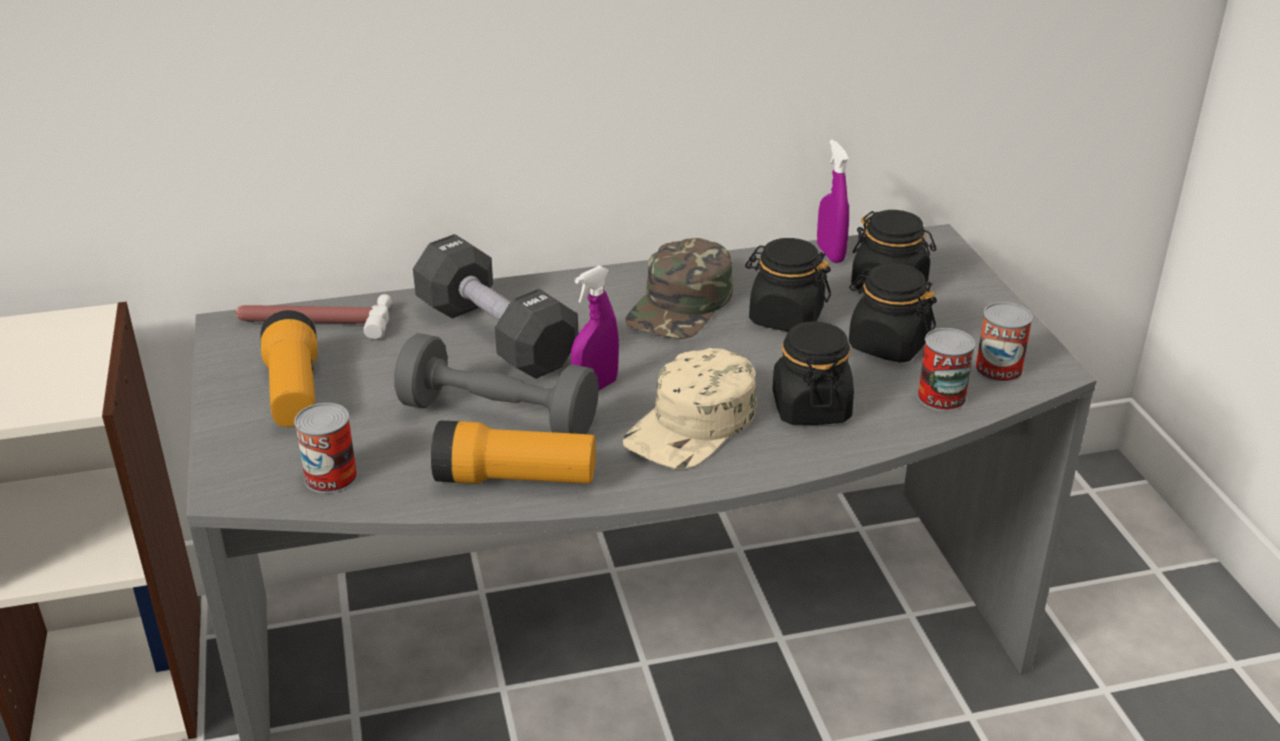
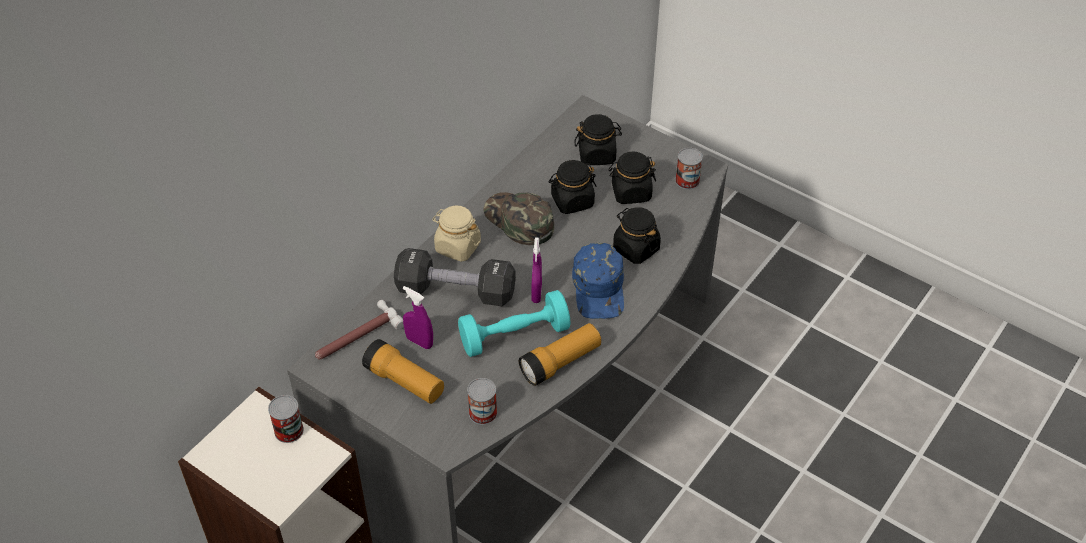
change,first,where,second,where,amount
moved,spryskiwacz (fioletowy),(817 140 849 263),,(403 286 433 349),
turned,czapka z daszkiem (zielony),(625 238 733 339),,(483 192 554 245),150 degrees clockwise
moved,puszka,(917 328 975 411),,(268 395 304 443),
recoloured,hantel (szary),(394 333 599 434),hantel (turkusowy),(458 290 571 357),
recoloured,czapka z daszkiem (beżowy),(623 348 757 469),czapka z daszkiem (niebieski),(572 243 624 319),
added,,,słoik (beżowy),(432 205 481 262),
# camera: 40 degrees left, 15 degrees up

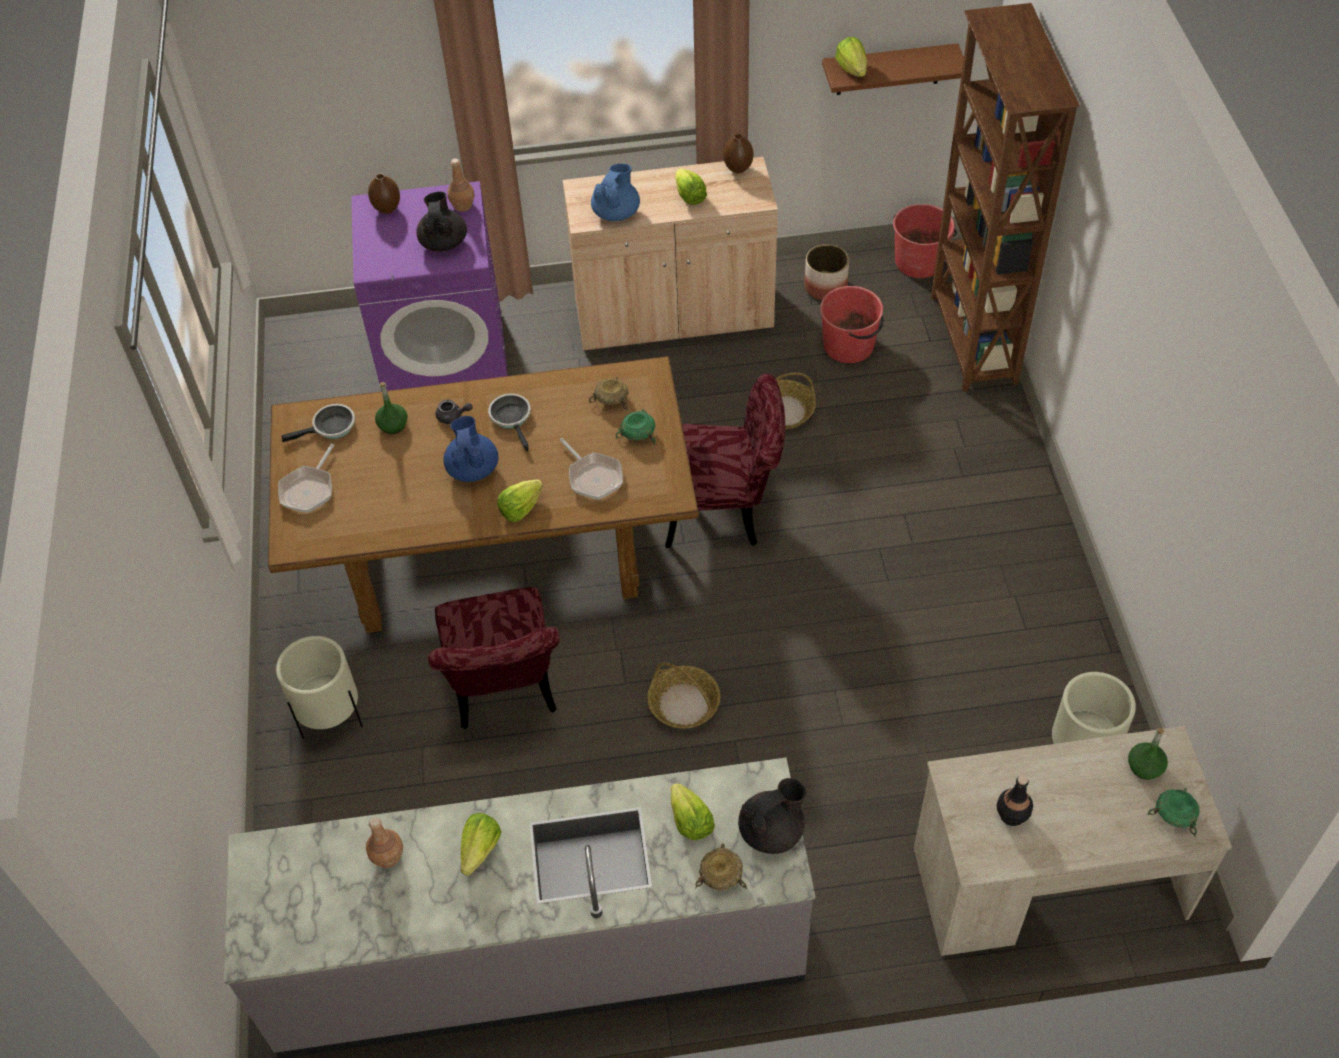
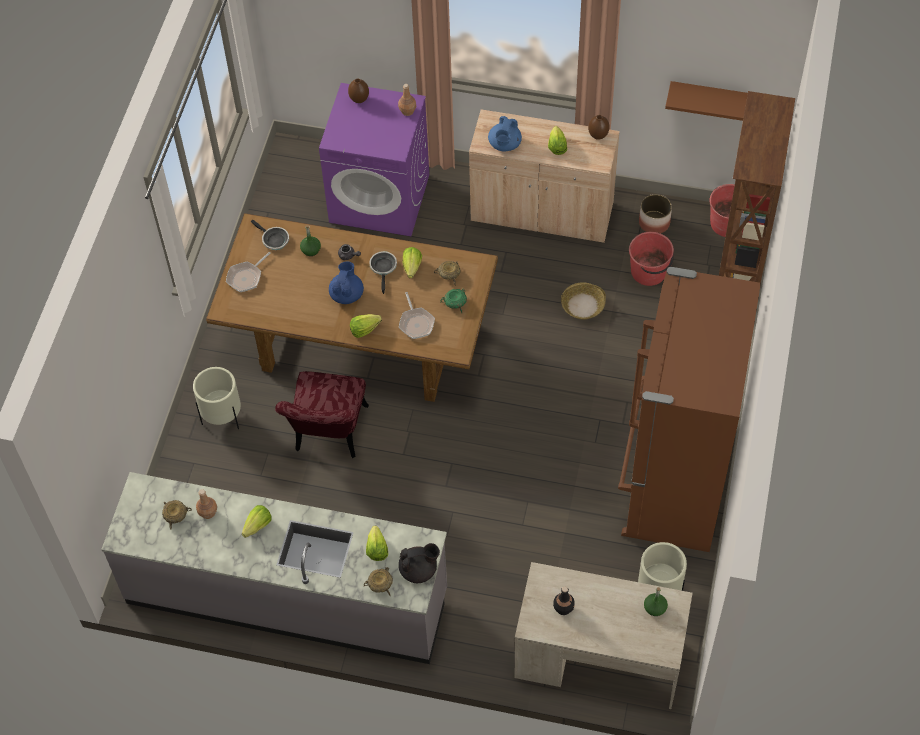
change,first,where,second,where,amount
moved,sałata,(835 37 867 77),,(402 247 422 278),
turned,imbryk (niebieski),(591 163 640 221),,(488 116 522 151),150 degrees clockwise
removed,imbryk (czarny),(416 191 467 252),,,
removed,krzesło (czerwony),(665 373 785 548),,,
turned,patelnia,(282 404 355 442),,(251 219 289 250),45 degrees clockwise
removed,koszyk,(647 662 720 728),,,
removed,miska (zielony),(1147 788 1200 837),,,
added,,,lodówka (brązowy),(618 267 761 552),
added,,,miska (beżowy),(162 500 191 529),
# camera: 20 degrees right, 5 degrees up

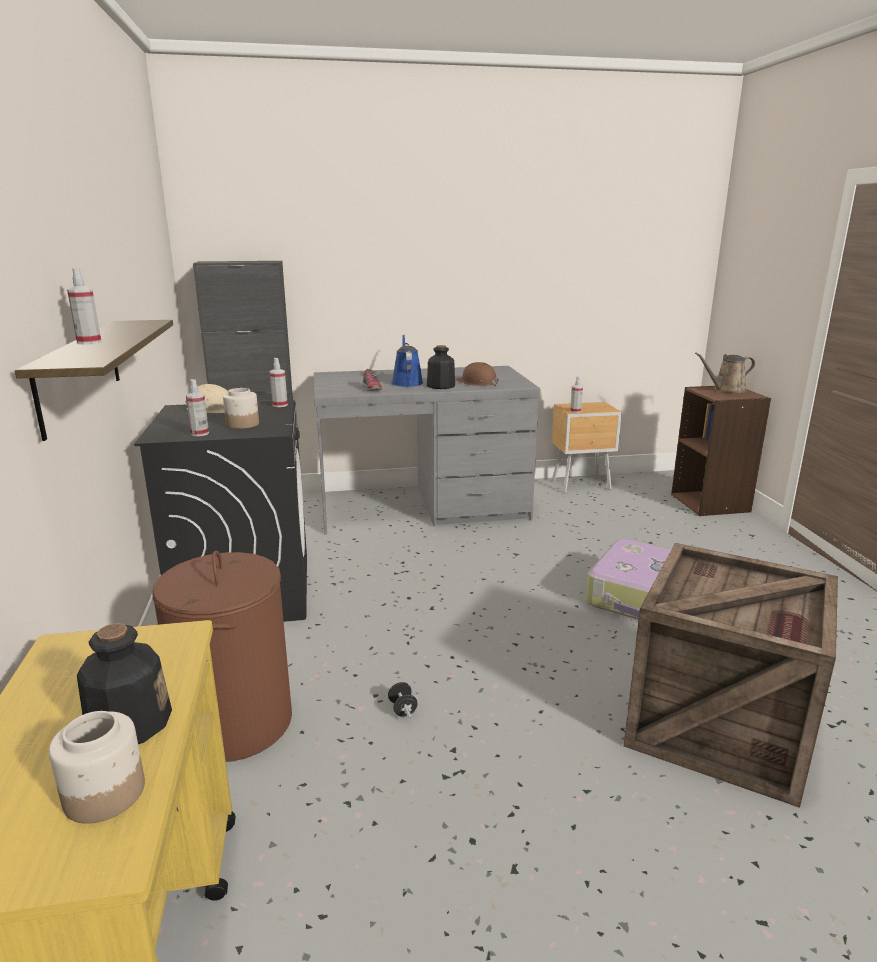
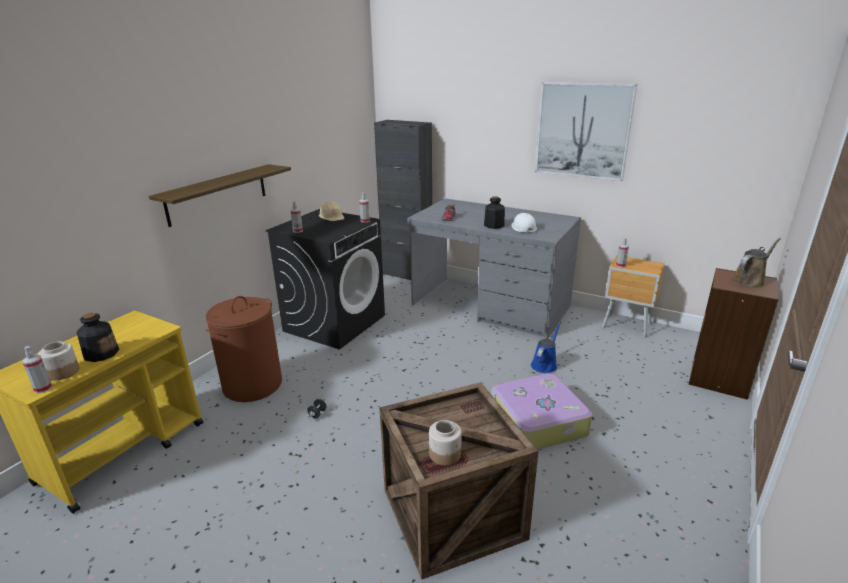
change,first,where,second,where,amount
moved,spryskiwacz,(67 268 101 344),,(22 346 52 393),
moved,konewka (niebieski),(391 335 423 387),,(531 322 561 373),
turned,konewka (brązowy),(695 353 755 393),,(731 238 781 287),120 degrees clockwise
recoloured,kask (brązowy),(456 362 499 386),kask (biały),(512 213 537 234),
moved,słoik,(223 388 259 429),,(429 420 462 466),
added,,,obraz,(535 82 637 181),
# camera: 40 degrees right, 5 degrees up

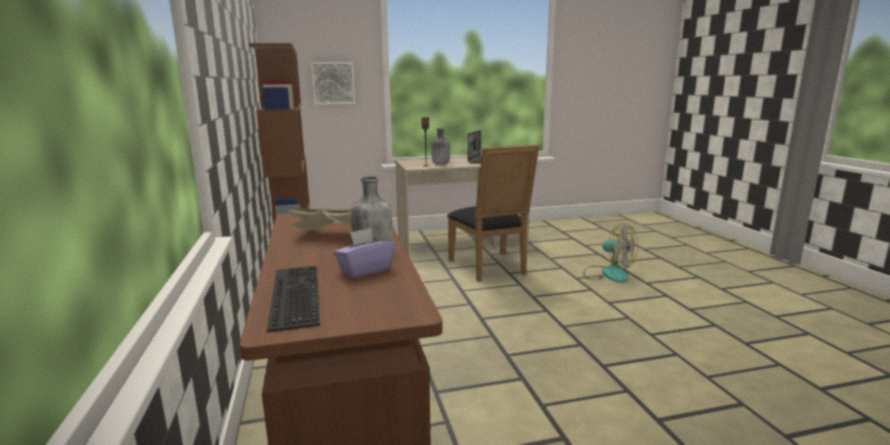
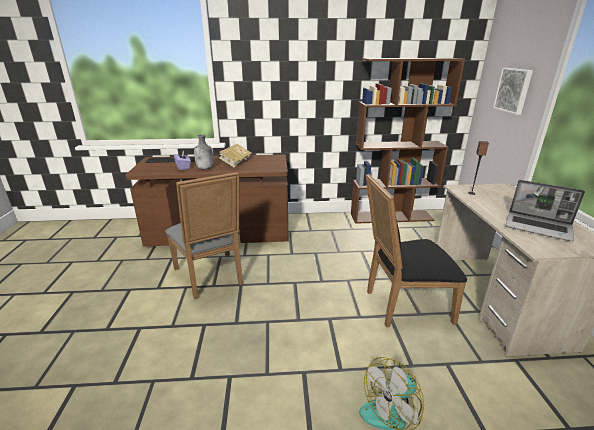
change,first,where,second,where,amount
removed,butelka (szary),(431 128 450 165),,,
added,,,krzesło (szary),(165 172 243 300),
# camera: 100 degrees right, 10 degrees up

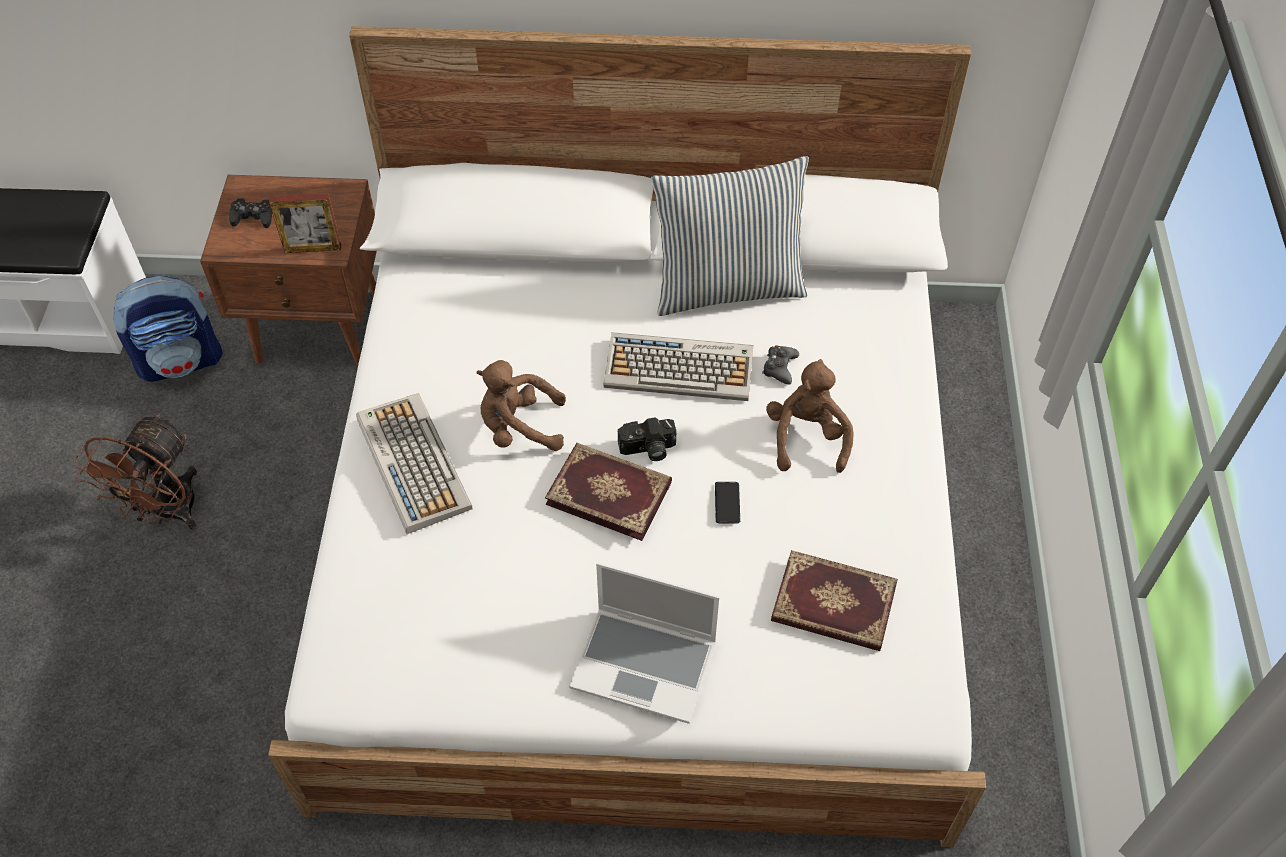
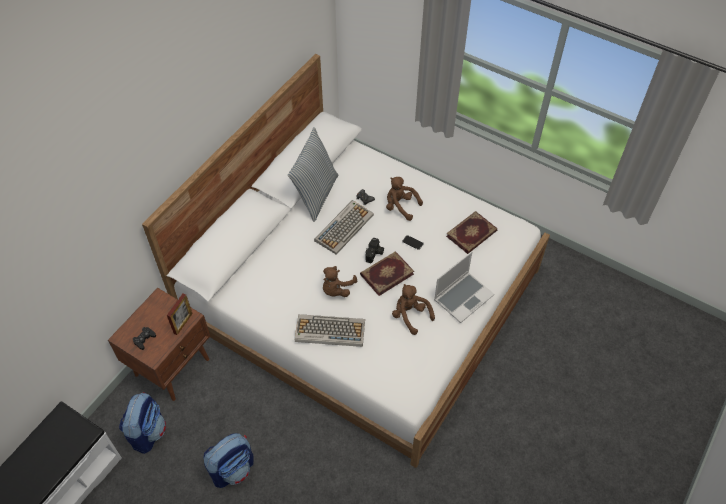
change,first,where,second,where,amount
replaced,wentylator (brązowy),(73 413 197 530),plecak,(203 433 254 488),
added,,,pluszak (brązowy),(392 284 435 335),
# camera: 60 degrees left, 0 degrees up

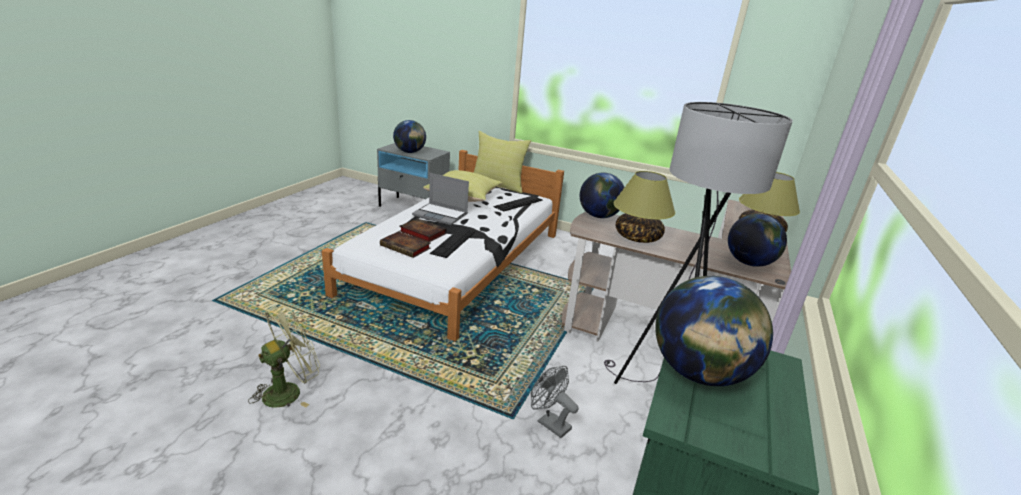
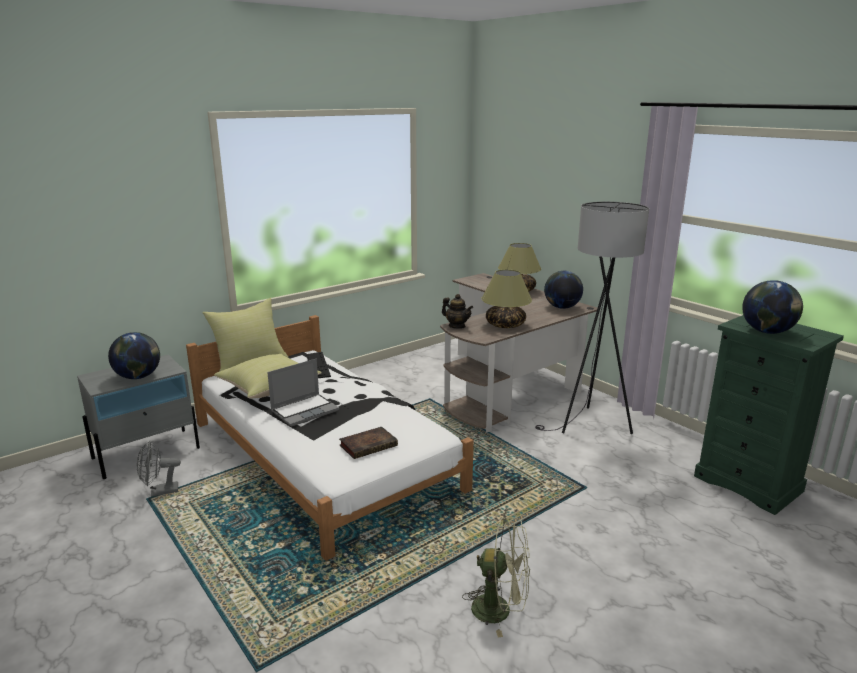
change,first,where,second,where,amount
replaced,globus,(580 173 625 218),imbryk,(442 294 473 329),
removed,książka,(400 219 447 242),,,
removed,klawiatura,(430 229 475 258),,,
turned,wentylator (zielony),(248 306 320 407),,(462 517 530 638),120 degrees clockwise
moved,wentylator (szary),(531 366 579 438),,(137 441 181 497),
# camera: 60 degrees left, 5 degrees down

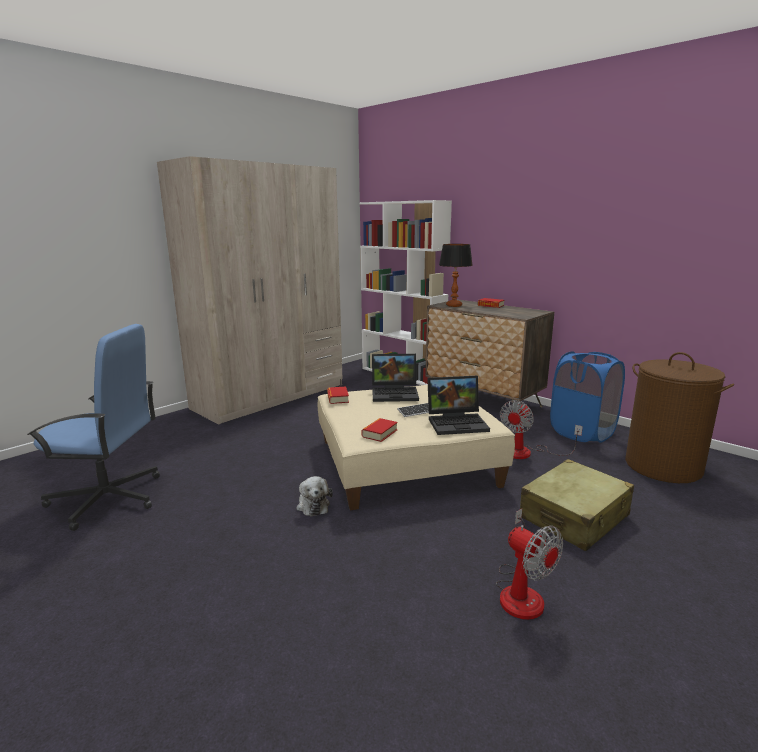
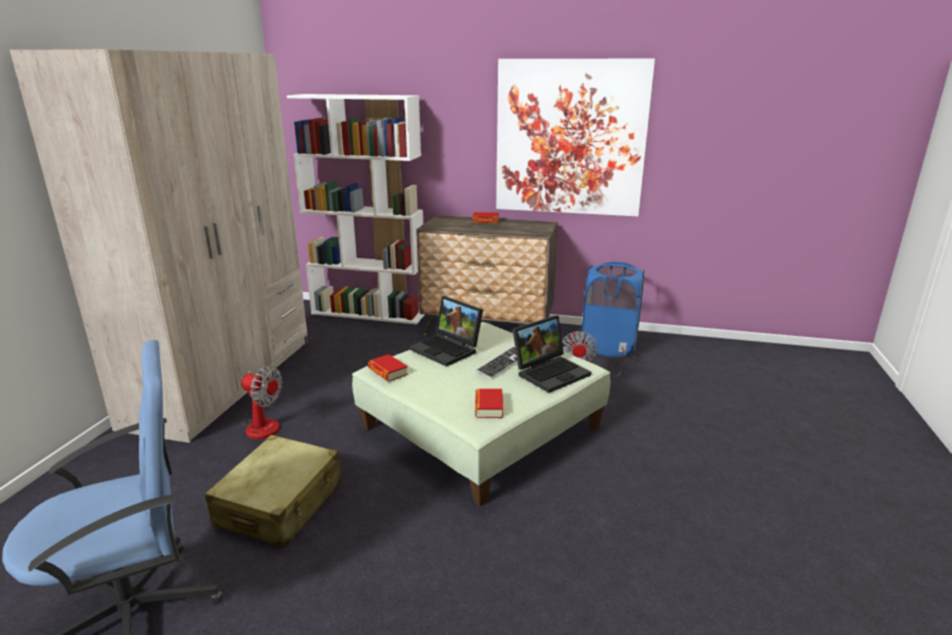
change,first,where,second,where,amount
removed,lampa stołowa,(439 244 473 307),,,
removed,kosz na pranie (brązowy),(625 352 734 483),,,
turned,laptop,(372 354 419 402),,(409 296 483 367),75 degrees clockwise
recoloured,pufa (beżowy),(317 385 515 510),pufa (zielony),(352 322 611 507),
moved,walizka (beżowy),(519 459 634 551),,(205 435 342 548),
removed,pluszak,(296 476 333 516),,,
moved,wentylator,(496 509 563 620),,(241 365 283 439),
added,,,obraz,(496 59 655 216),
# camera: 30 degrees left, 5 degrees up

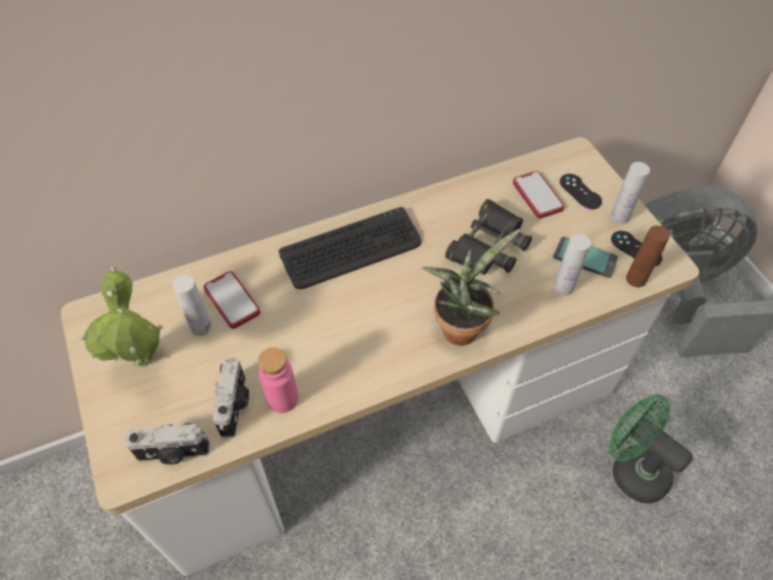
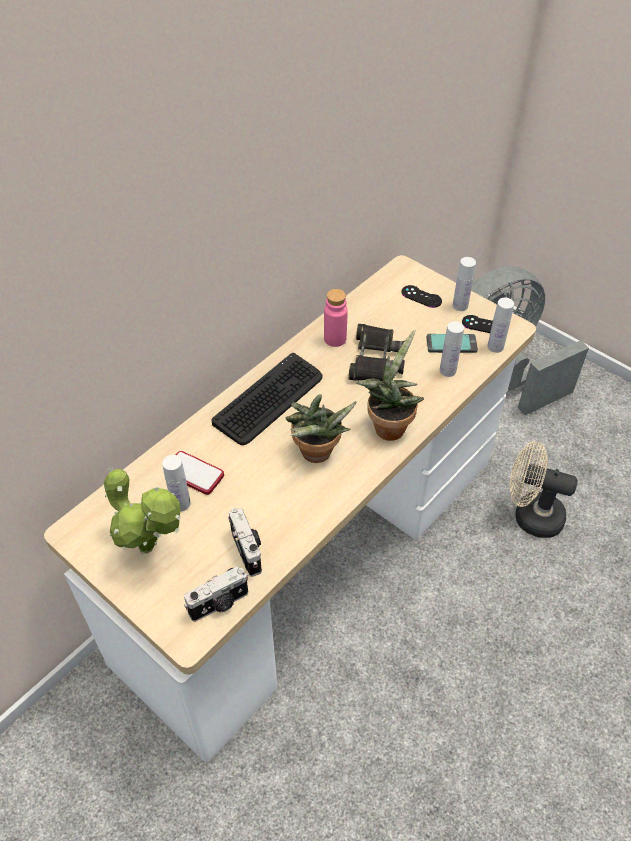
change,first,where,second,where,amount
removed,telefon,(513 171 564 218),,,
recoloured,butelka (brązowy),(626 225 670 287),butelka (biały),(487 298 514 353),
moved,butelka (różowy),(258 347 298 413),,(324 289 348 347),
recoloured,wentylator (zielony),(609 395 693 504),wentylator (beżowy),(510 441 578 538),
added,,,roślina doniczkowa,(285 394 357 463),
# camera: 25 degrees left, 5 degrees down

